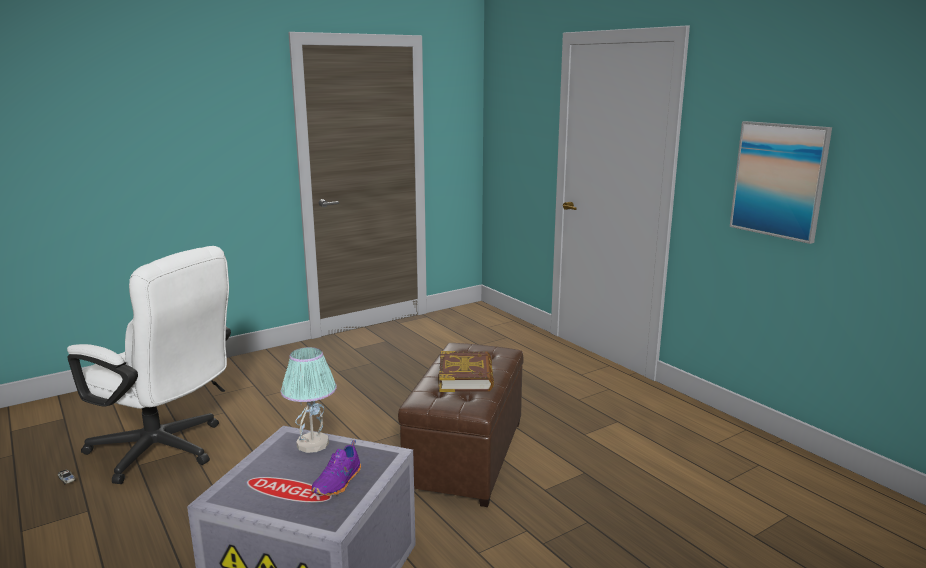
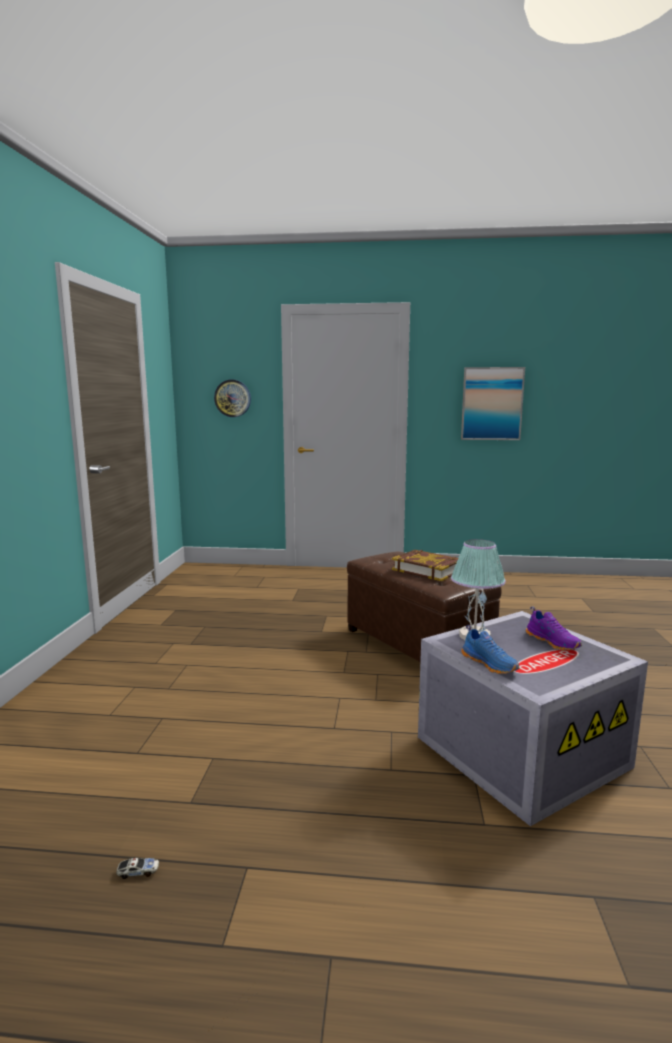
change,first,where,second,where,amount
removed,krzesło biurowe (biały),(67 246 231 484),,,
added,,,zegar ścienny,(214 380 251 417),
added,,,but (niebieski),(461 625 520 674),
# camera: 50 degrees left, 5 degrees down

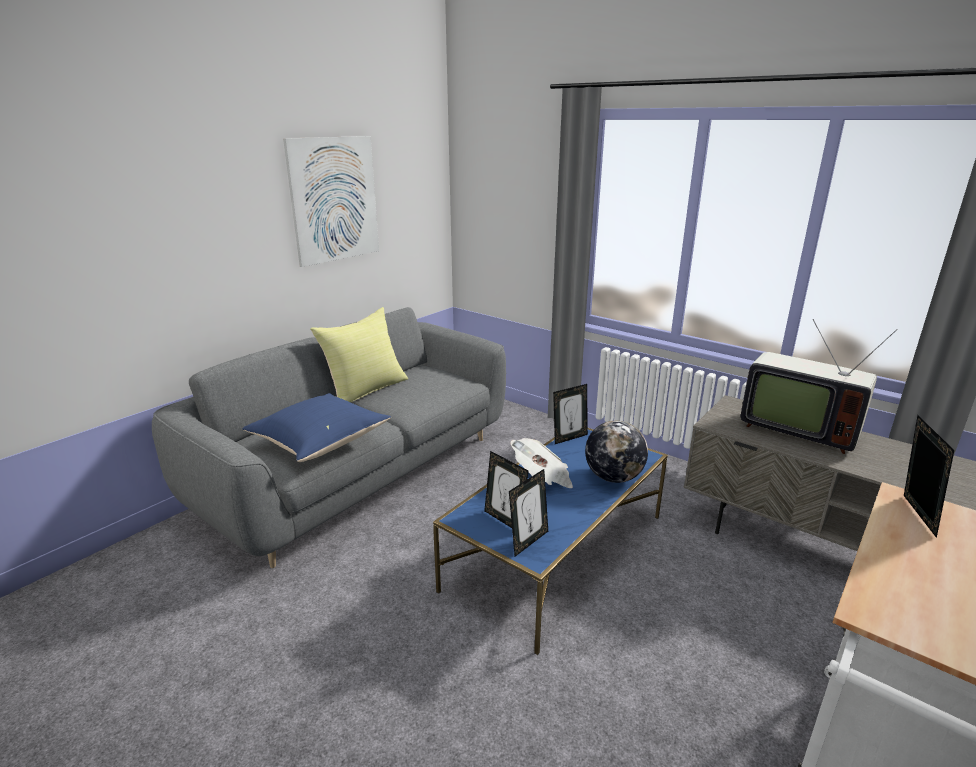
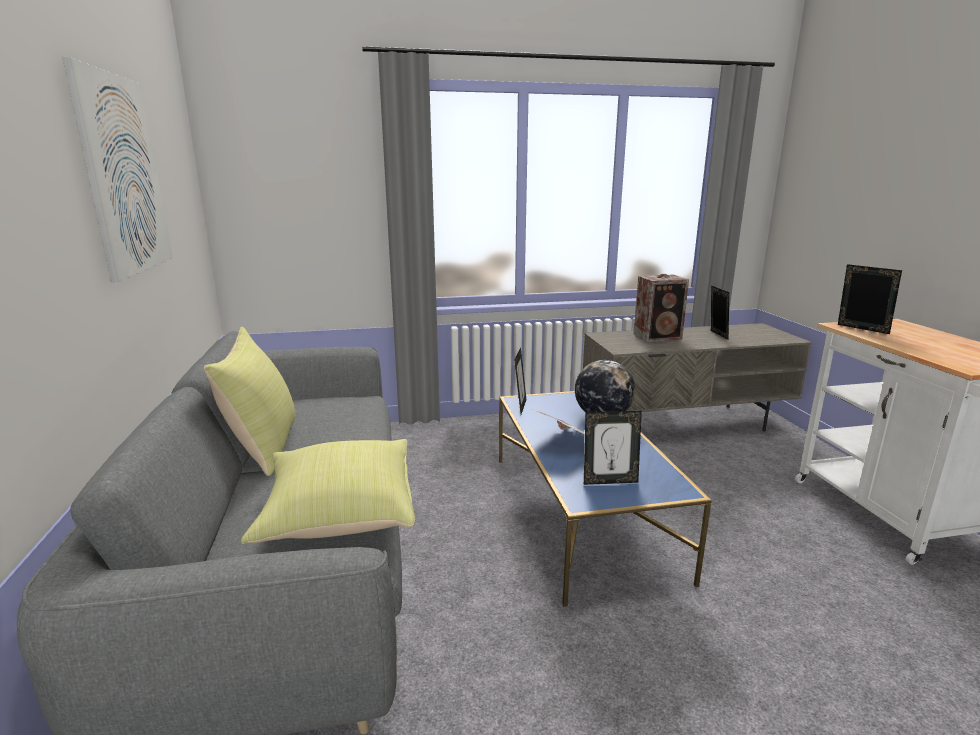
change,first,where,second,where,amount
replaced,telewizor,(741 319 898 454),głośnik,(633 274 689 342),
recoloured,poduszka (niebieski),(243 393 391 462),poduszka (żółty),(241 439 415 544),
moved,ramka na zdjęcie,(509 469 548 556),,(711 286 729 340),
# camera: 50 degrees left, 5 degrees down

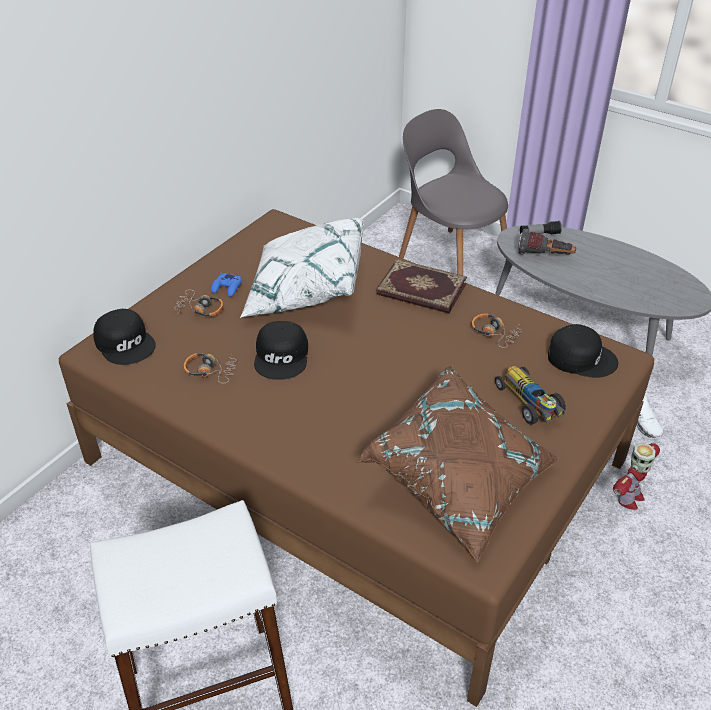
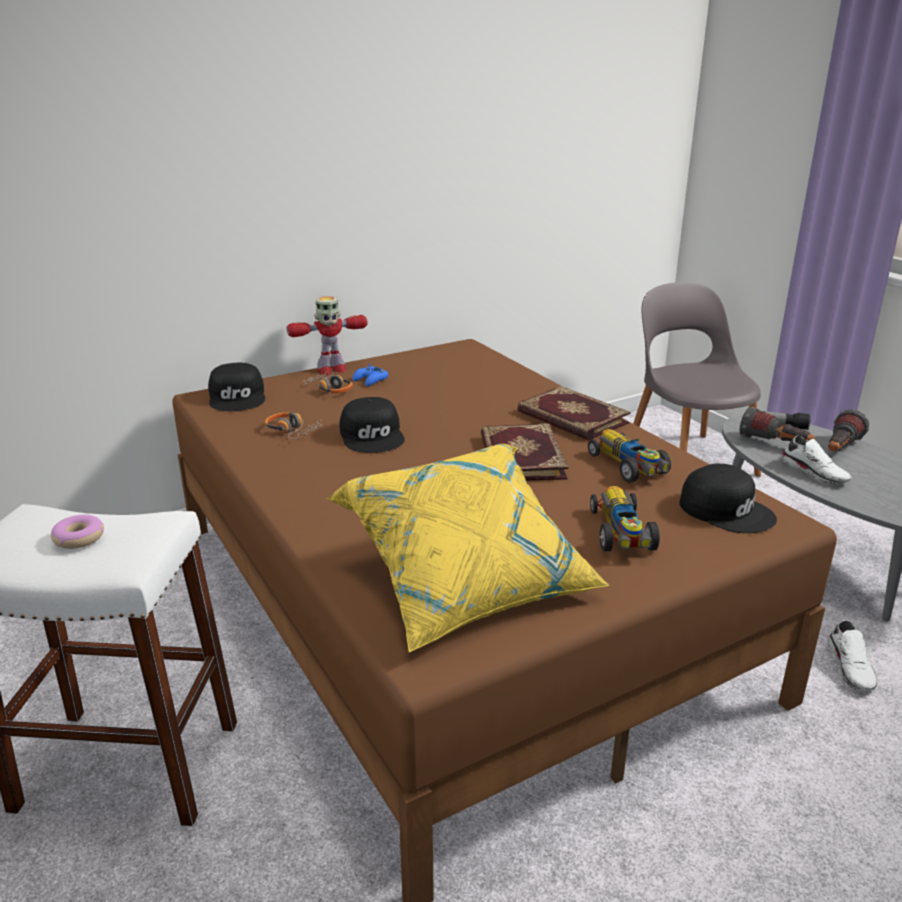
change,first,where,second,where,amount
removed,poduszka (biały),(240 218 364 318),,,
replaced,słuchawki,(471 314 522 348),samochodzik,(588 429 671 483),
turned,czapka z daszkiem (czarny),(254 321 308 380),,(340 397 405 453),45 degrees counterclockwise
recoloured,poduszka (brązowy),(357 365 560 563),poduszka (żółty),(326 444 610 652),
moved,robot zabawkowy,(613 443 660 510),,(286 296 368 375),
added,,,latarka,(828 409 869 451),
added,,,książka,(481 423 568 480),
added,,,but (biały),(781 436 852 484),
added,,,donut,(51 515 104 549),
# camera: 25 degrees right, 15 degrees down

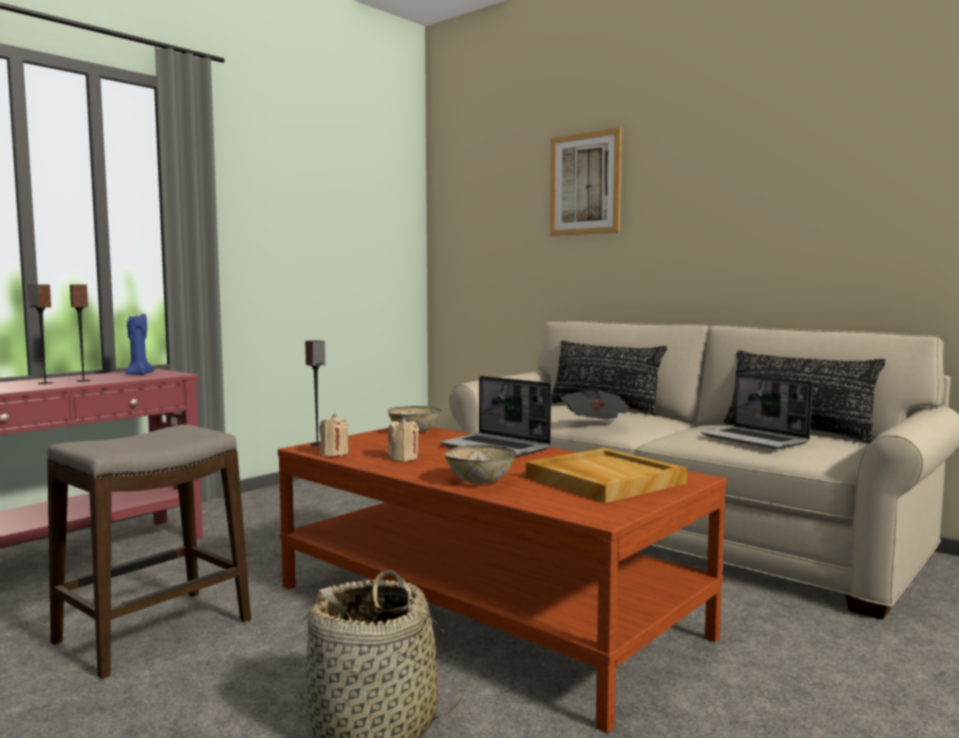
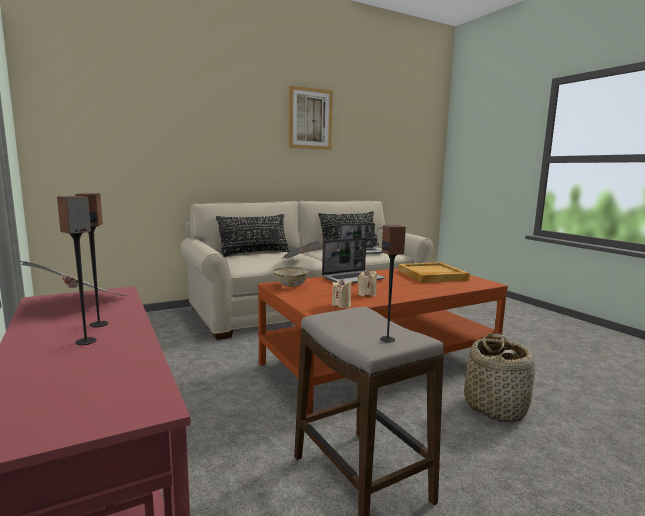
change,first,where,second,where,amount
moved,obraz,(550 128 622 236),,(289 85 333 150),
replaced,świeca (niebieski),(125 314 154 375),gazeta,(19 261 128 296),
moved,głośnik,(305 340 325 446),,(380 225 406 343),
removed,miska,(444 445 516 484),,,
# camera: 70 degrees left, 5 degrees up

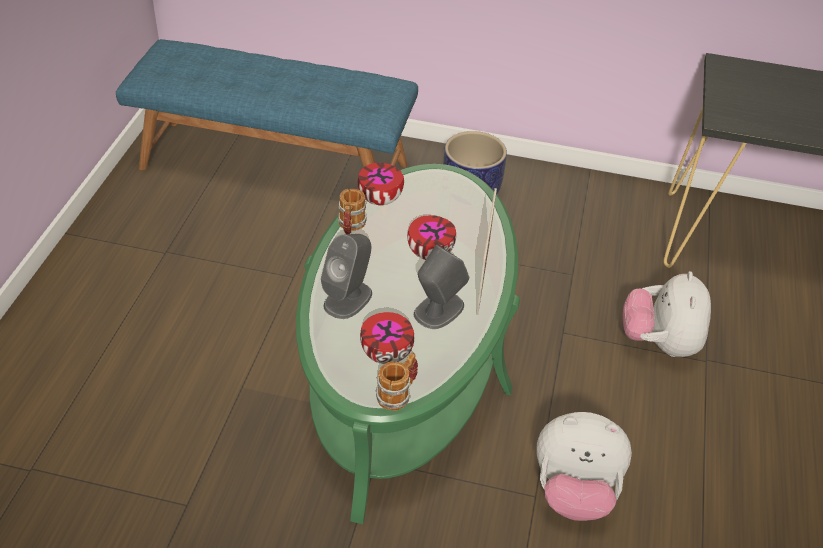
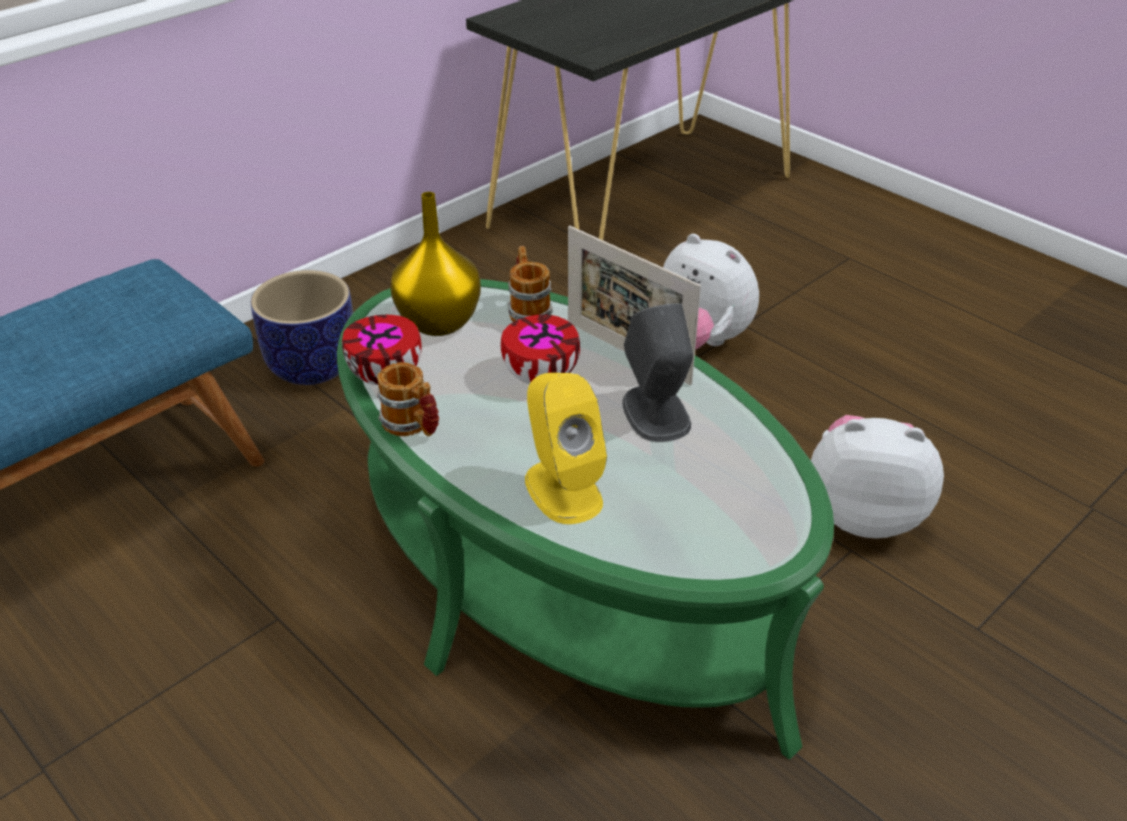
change,first,where,second,where,amount
recoloured,głośnik (szary),(321 234 372 319),głośnik (żółty),(525 373 607 524),
removed,miska,(360 312 414 364),,,
moved,kubek,(375 353 418 411),,(508 246 553 322),
turned,pluszak,(536 412 632 521),,(811 415 944 538),120 degrees counterclockwise
added,,,wazon (żółty),(390 192 481 336),
# camera: 55 degrees left, 5 degrees down

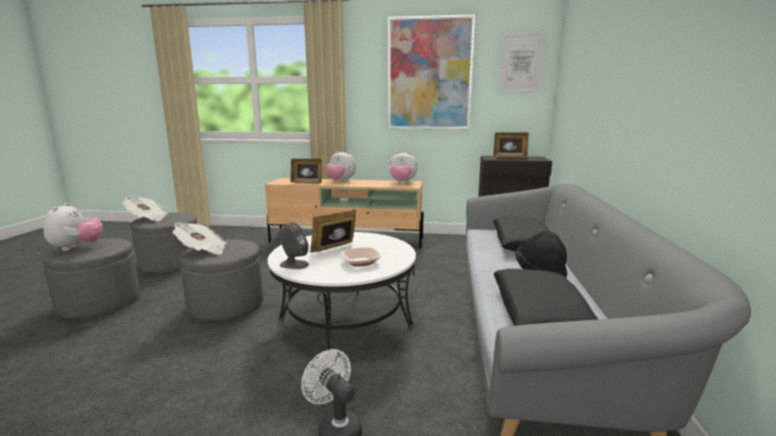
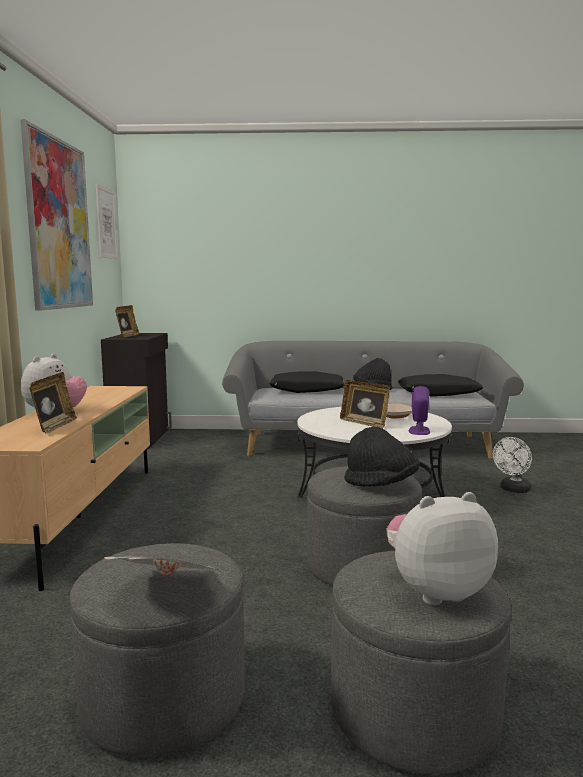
change,first,where,second,where,amount
removed,pluszak,(389 152 418 183),,,
recoloured,głośnik (szary),(277 222 309 269),głośnik (fioletowy),(409 386 430 435),
replaced,gazeta,(172 223 227 254),kapelusz (czarny),(344 427 419 487),
# camera: 95 degrees left, 5 degrees down

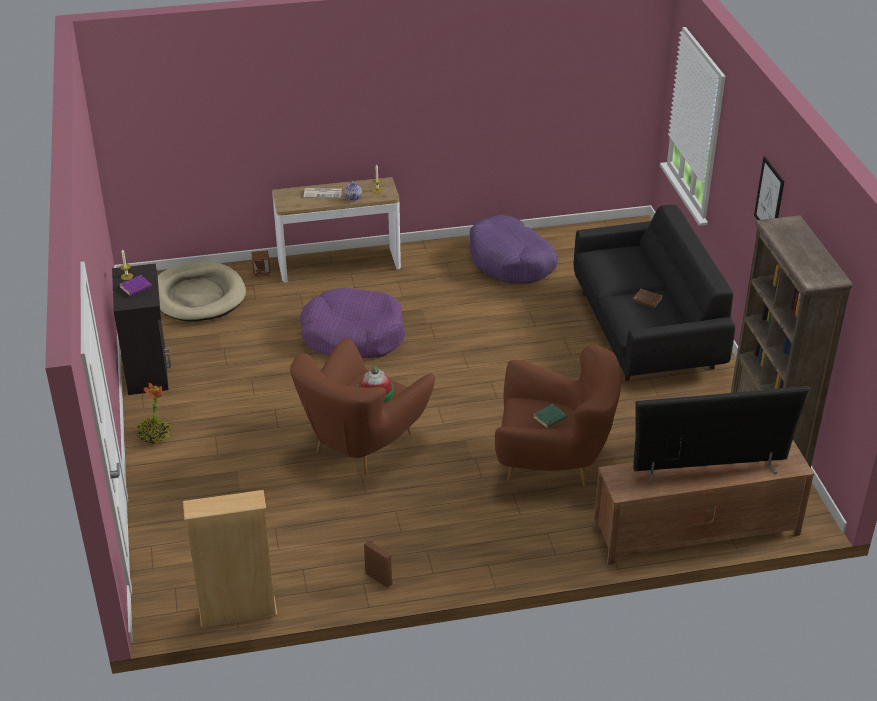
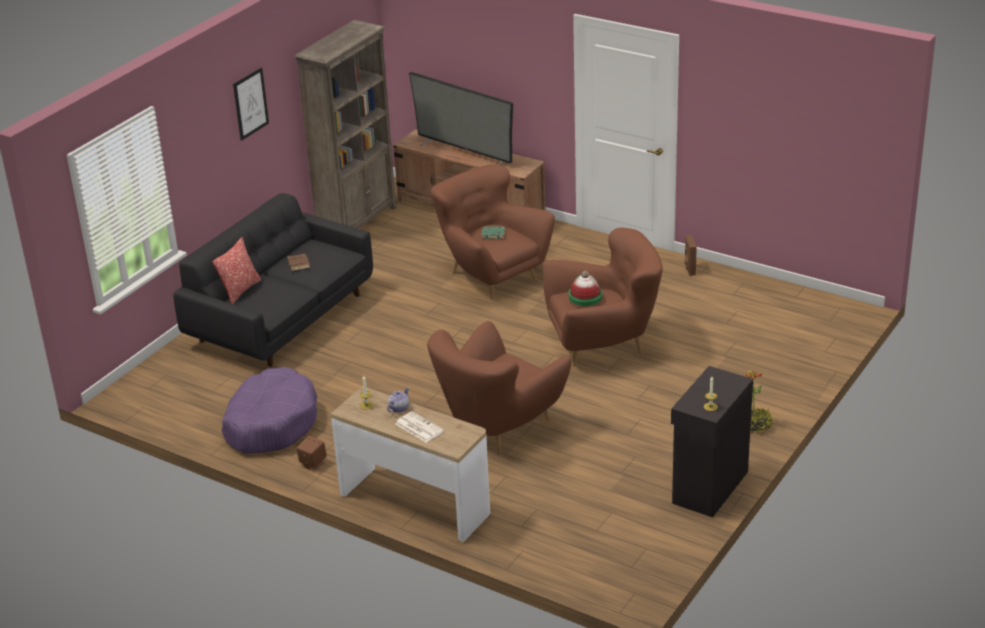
change,first,where,second,where,amount
moved,głośnik (brązowy),(252 251 271 277),,(296 436 327 470),
removed,legowisko (beżowy),(158 261 246 322),,,
removed,książka (fioletowy),(119 275 152 296),,,
replaced,legowisko (fioletowy),(300 287 405 358),fotel (brązowy),(427 321 572 455),
removed,regał (beżowy),(183 490 277 628),,,
added,,,poduszka,(212 237 261 304),
# camera: 135 degrees left, 5 degrees down

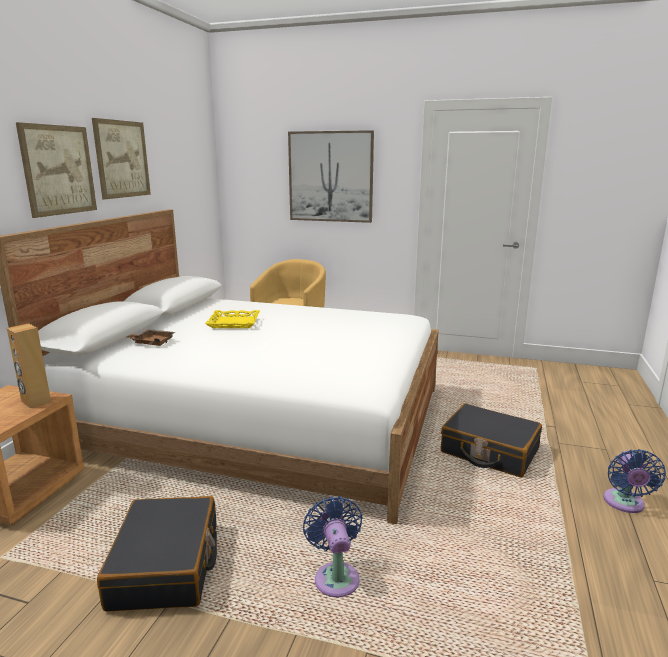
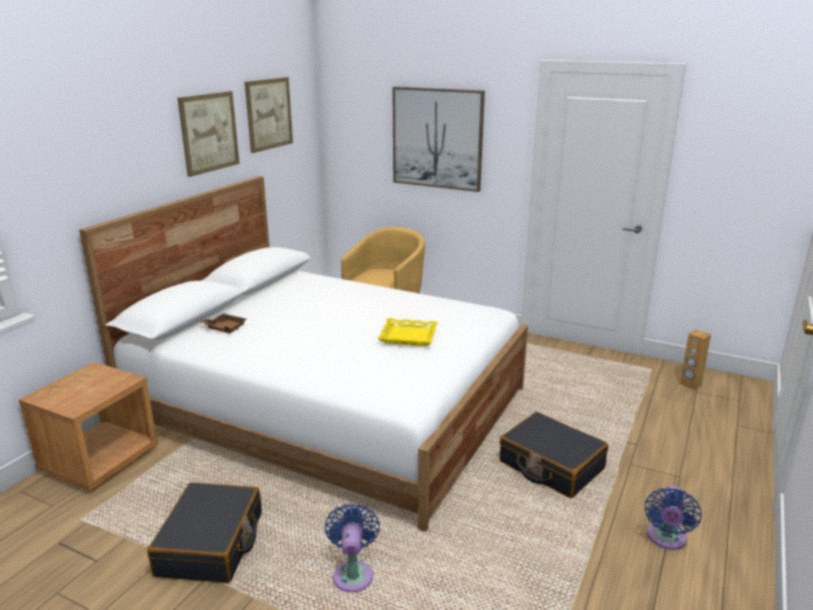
change,first,where,second,where,amount
moved,obraz,(16 122 97 218),,(245 77 293 153),
moved,taca (żółty),(205 310 260 328),,(378 318 438 346),
moved,głośnik (brązowy),(7 323 51 408),,(680 329 711 390),
# camera: 10 degrees right, 5 degrees up

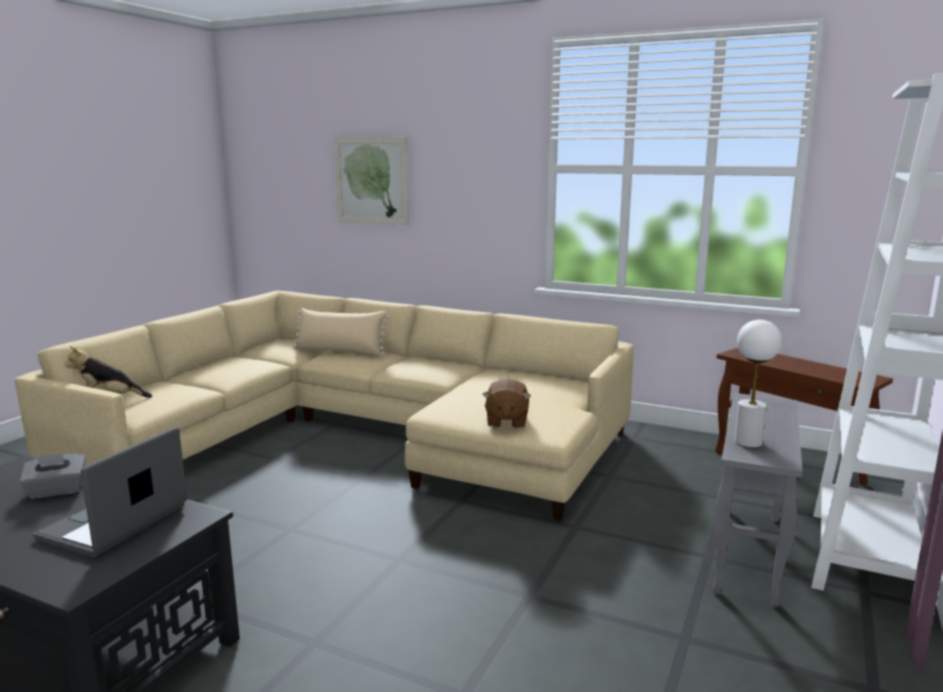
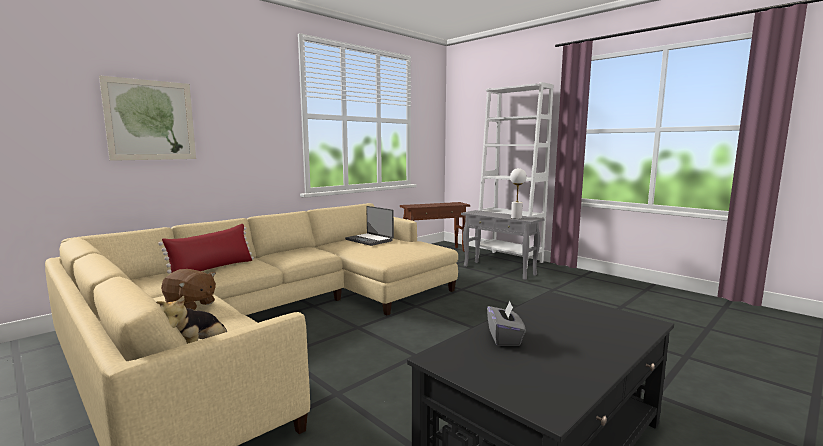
change,first,where,second,where,amount
recoloured,poduszka (beżowy),(293 308 390 357),poduszka (czerwony),(158 224 254 273),
moved,pluszak (brązowy),(482 379 531 428),,(161 269 216 310),
moved,laptop,(33 427 187 558),,(345 206 394 246),
# camera: 70 degrees left, 5 degrees down

